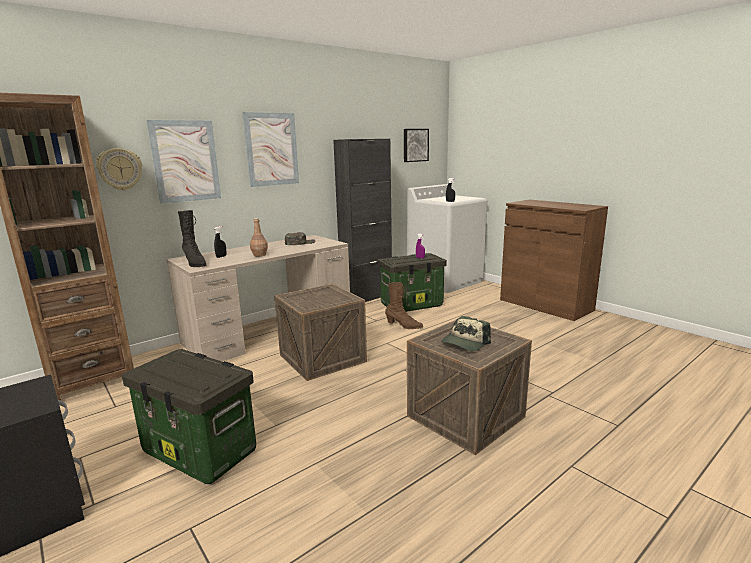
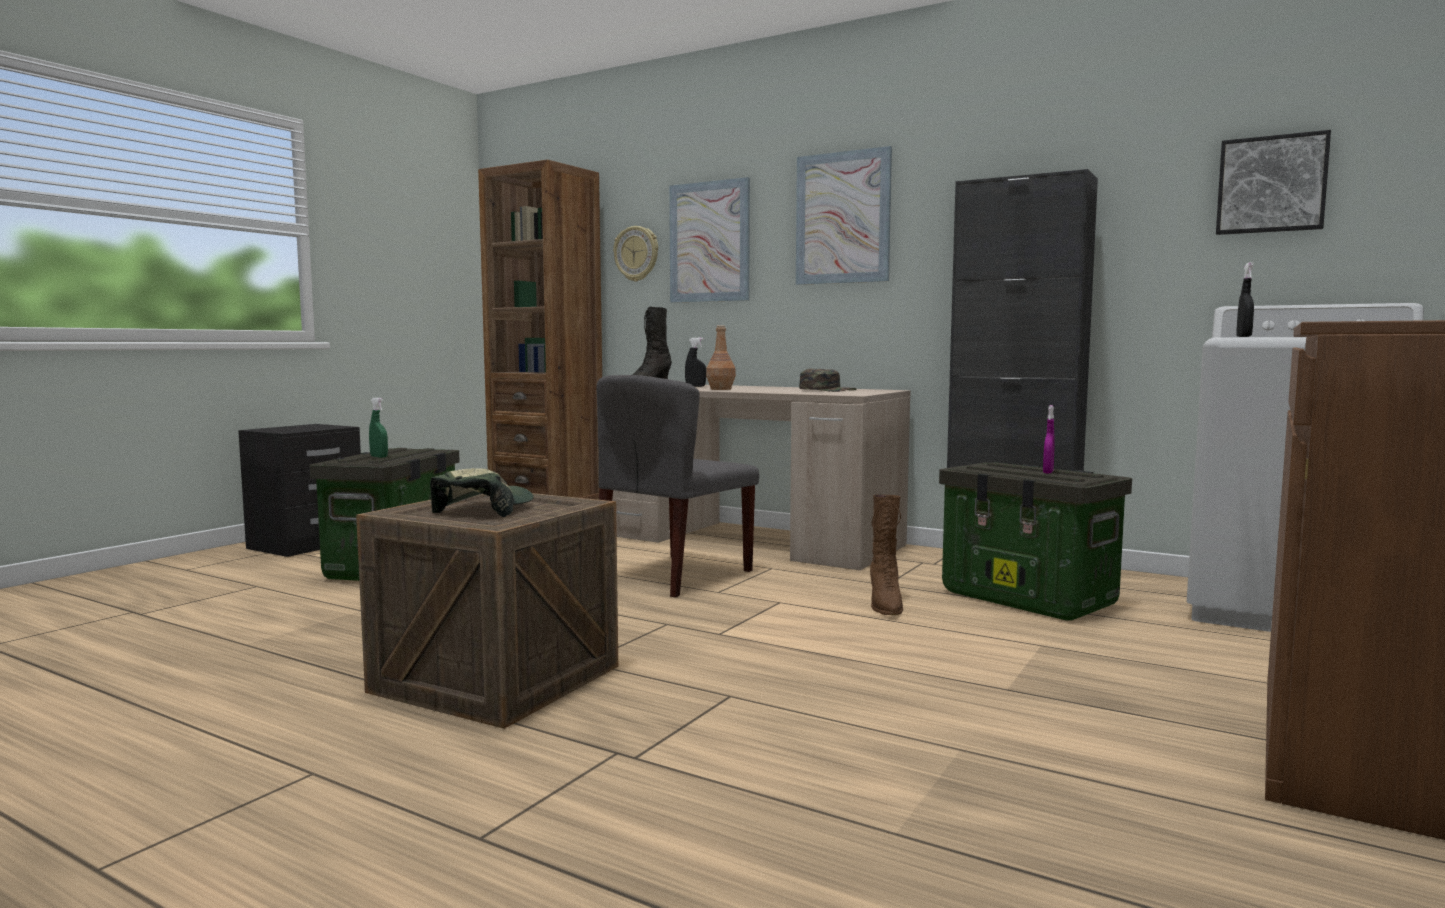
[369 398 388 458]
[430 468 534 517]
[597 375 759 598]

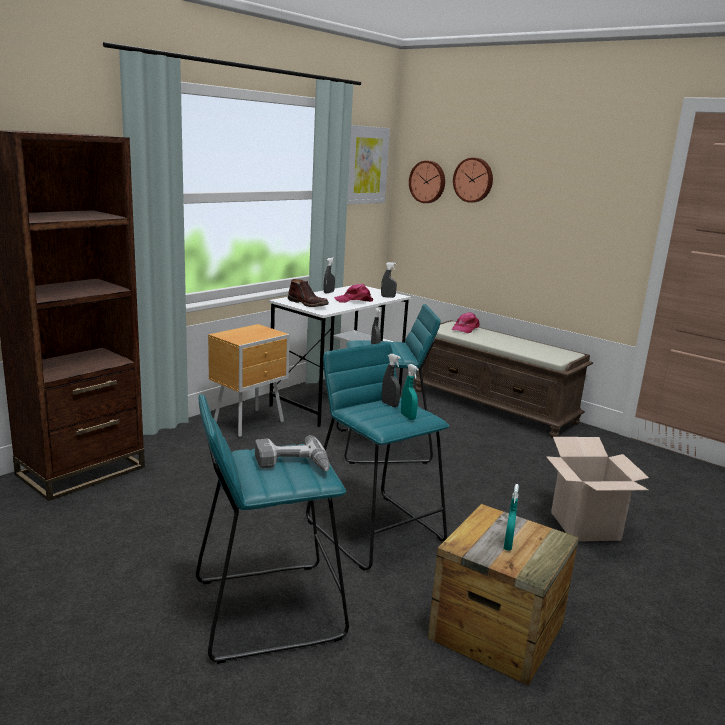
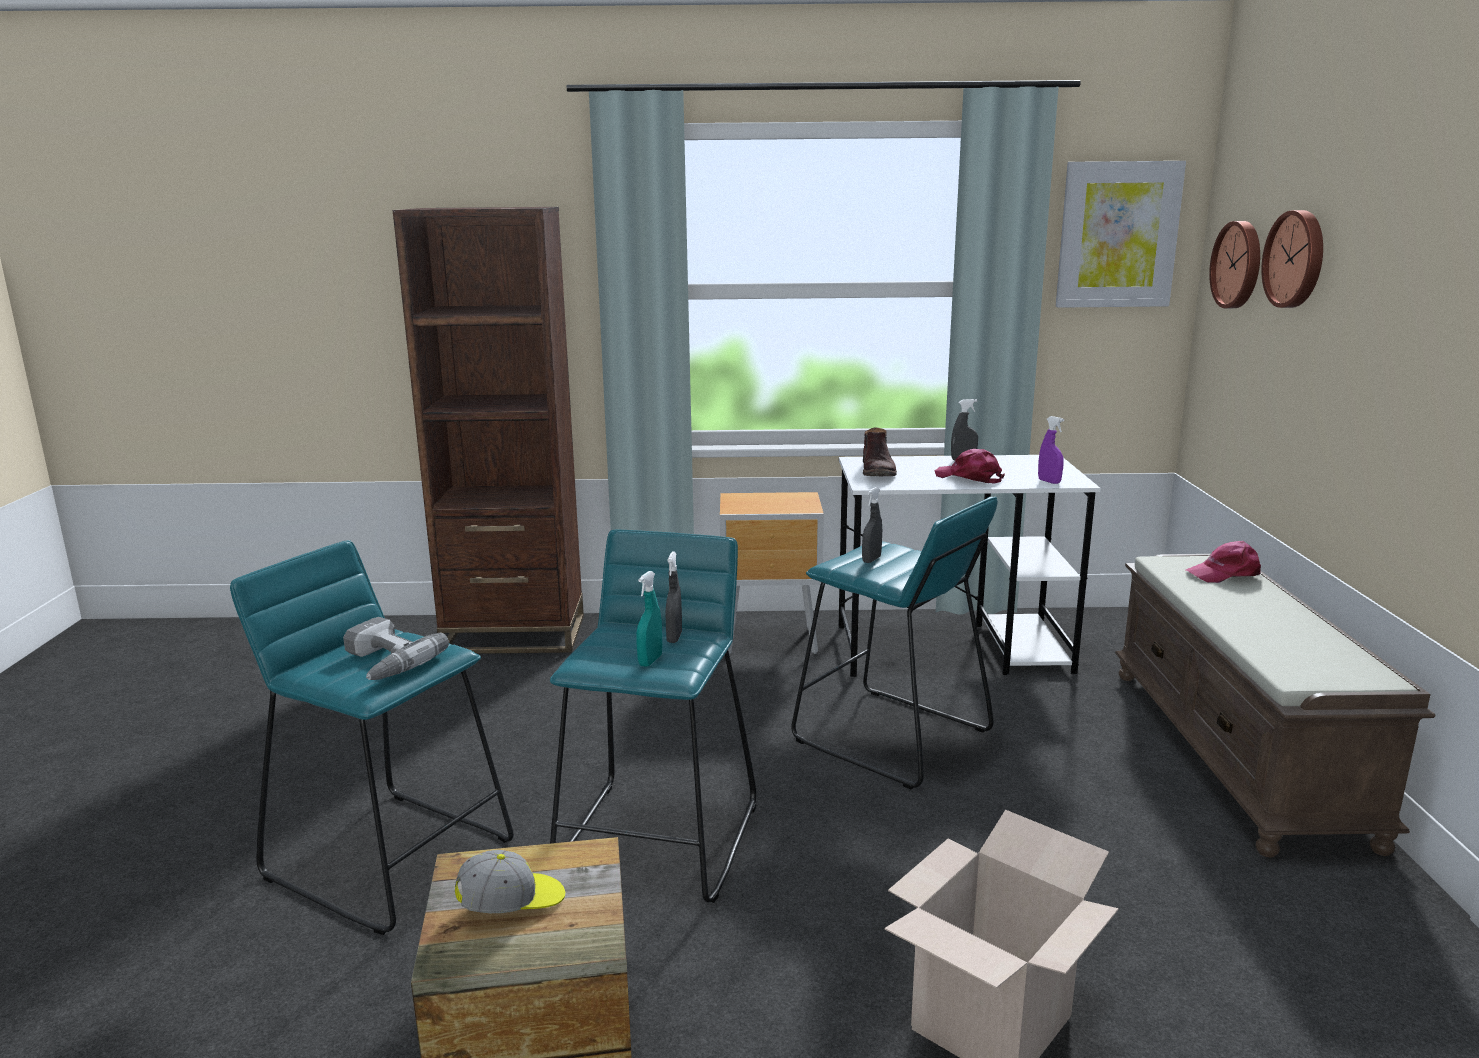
[455 850 565 913]
[1038 416 1064 484]

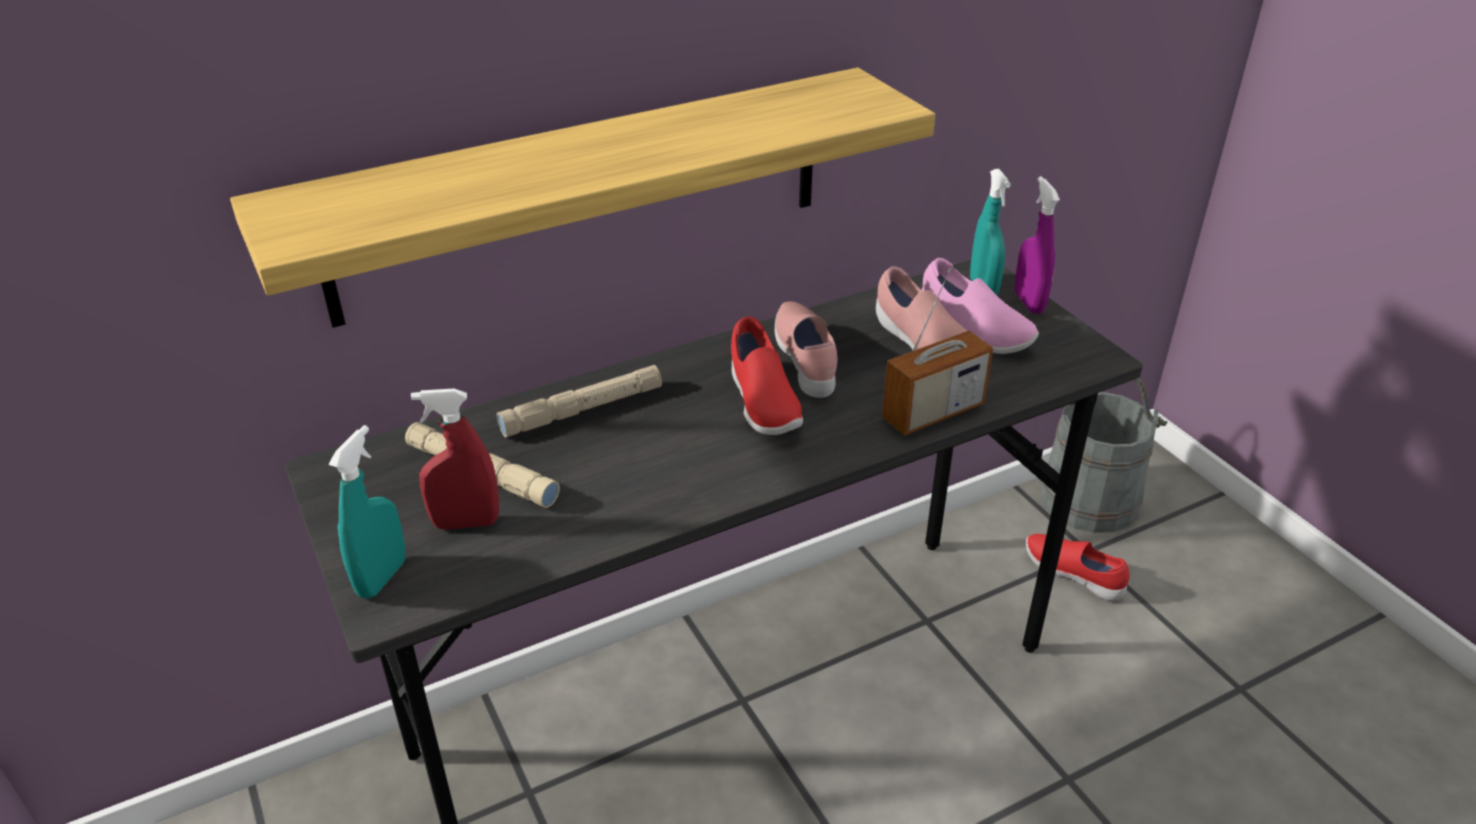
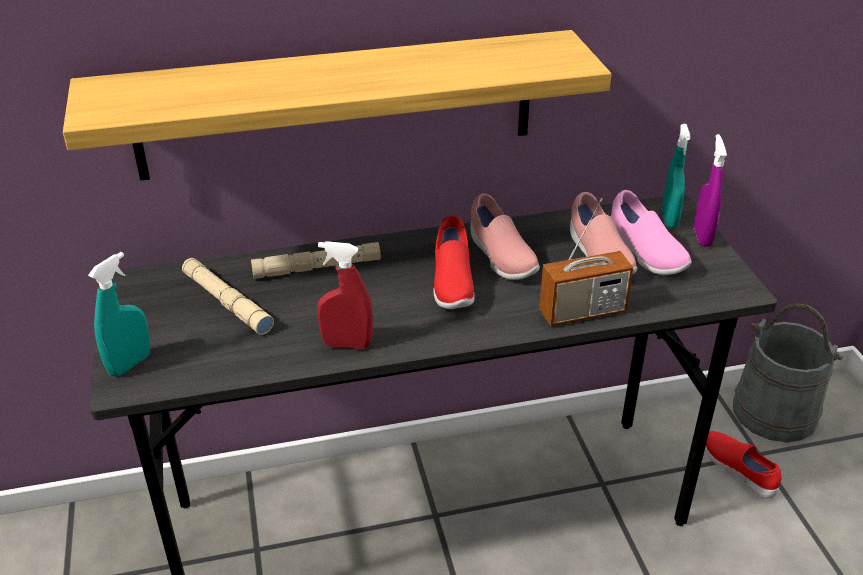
[317 241 373 349]
[470 193 540 280]

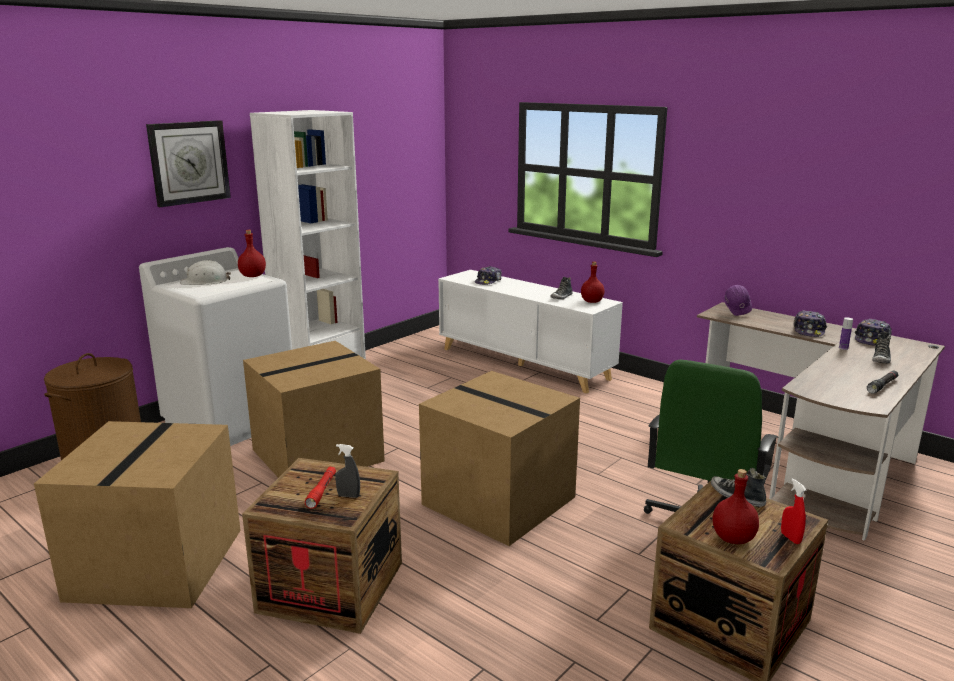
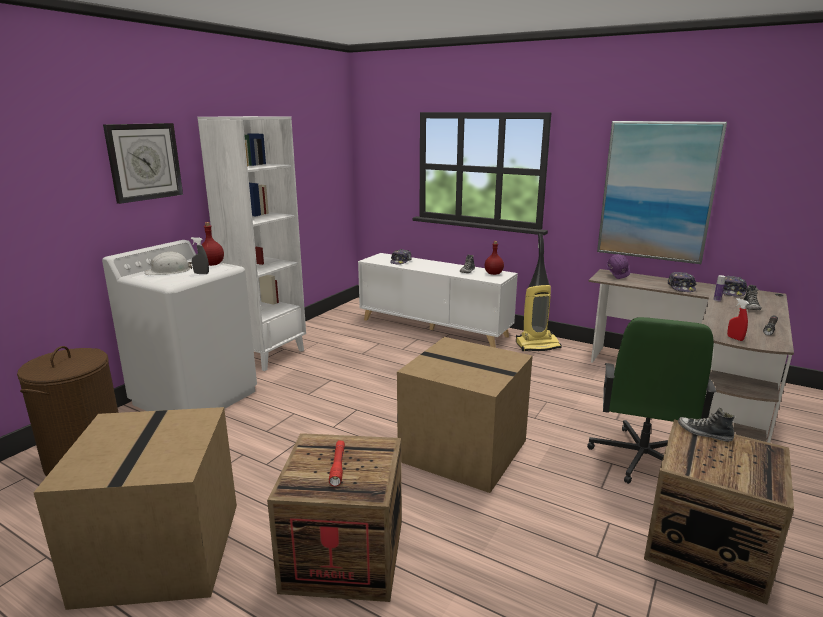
[191 237 209 274]
[516 234 562 351]
[597 121 727 264]
[727 298 749 341]
[243 341 385 478] (first image)
[713 469 759 544] (first image)

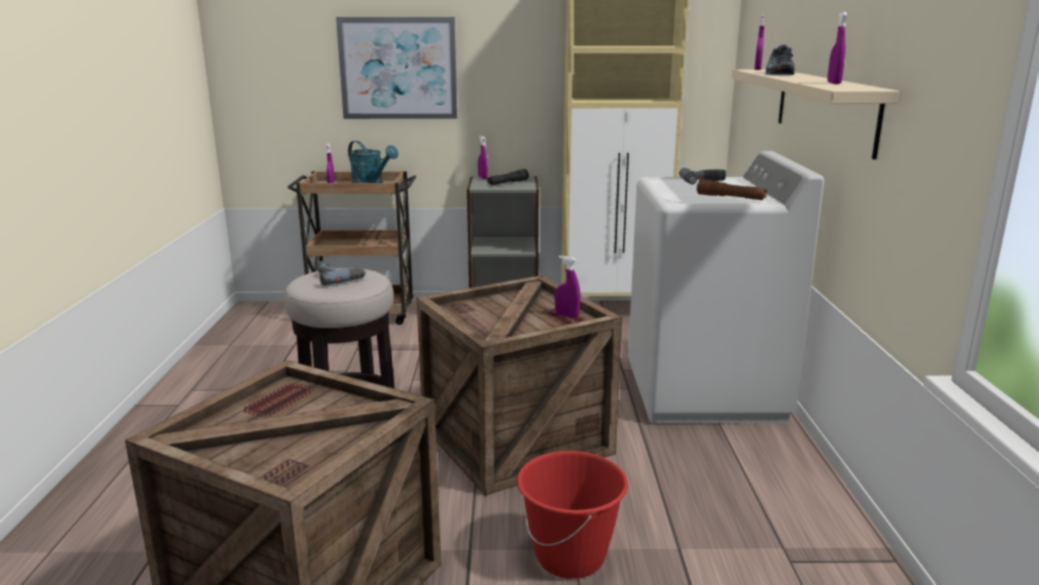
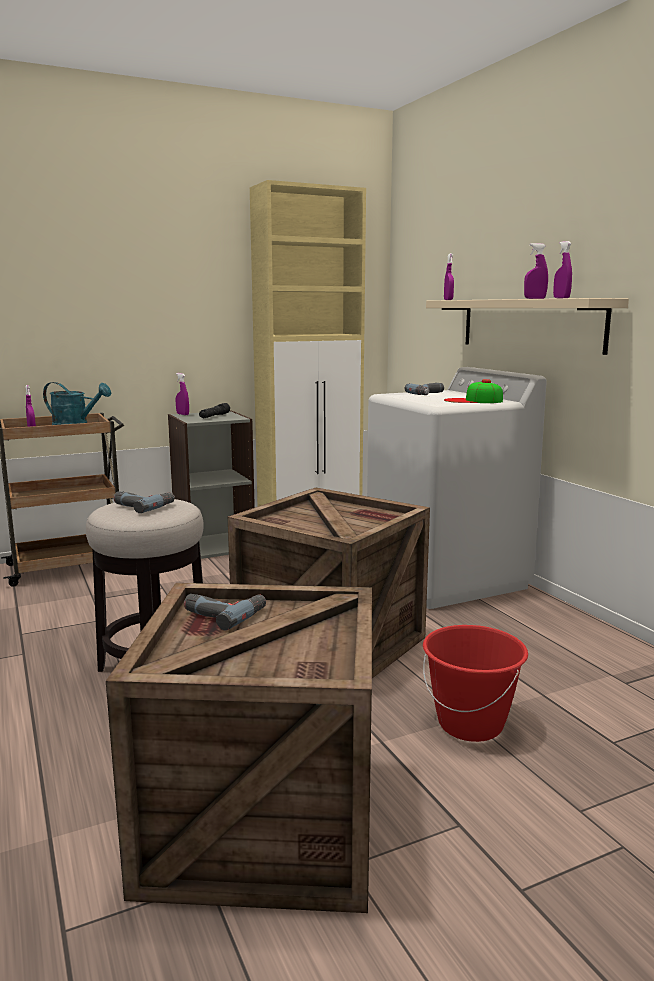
[184 594 266 630]
[444 379 503 403]
[524 243 548 299]
[336 17 457 119] (first image)
[765 44 795 75] (first image)

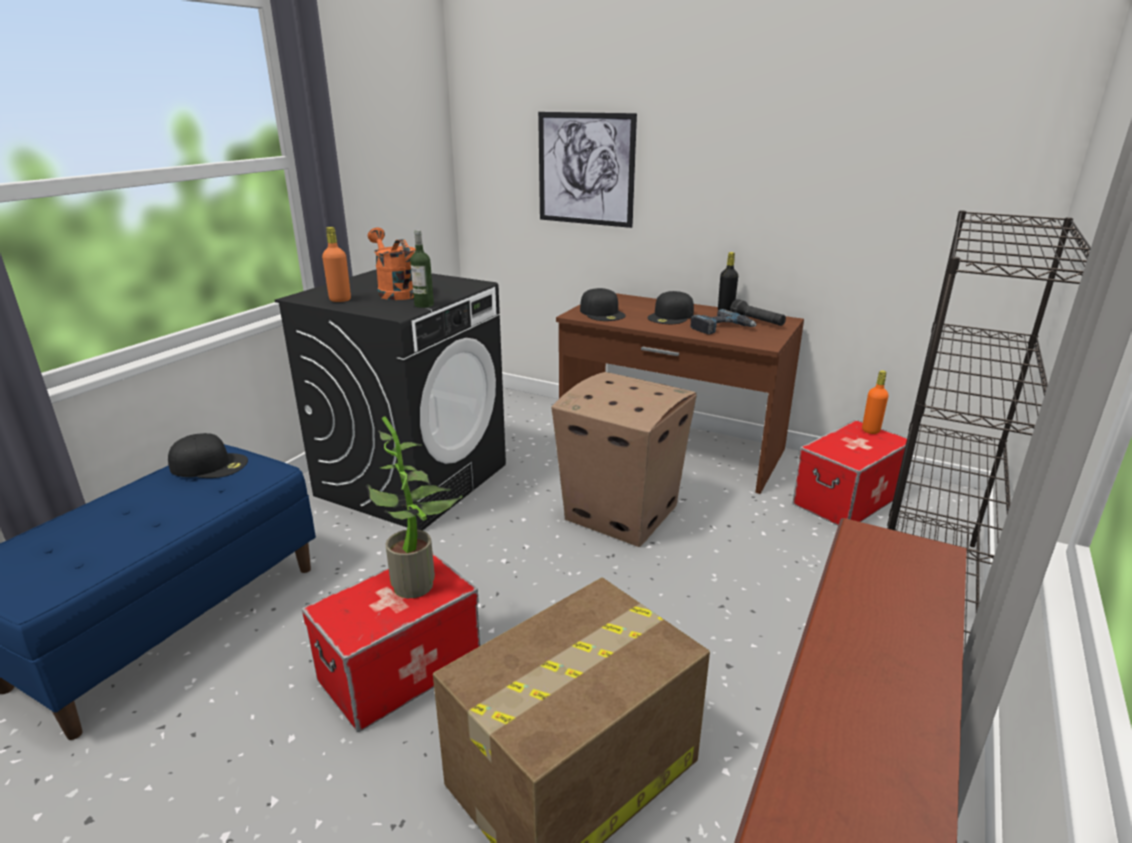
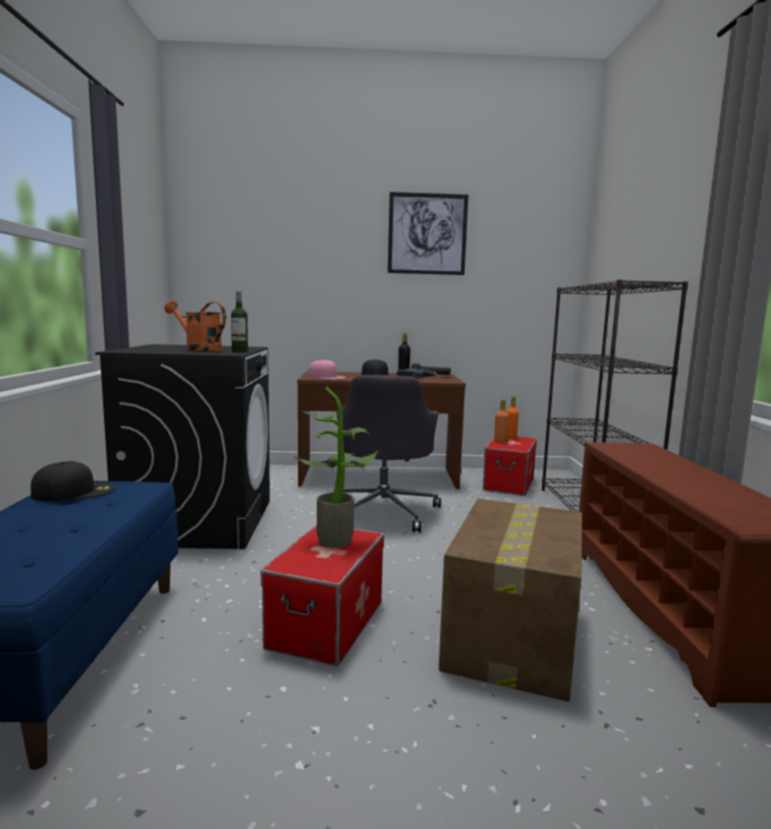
[308 359 346 380]
[337 375 441 532]
[388 192 468 275]
[494 399 509 443]

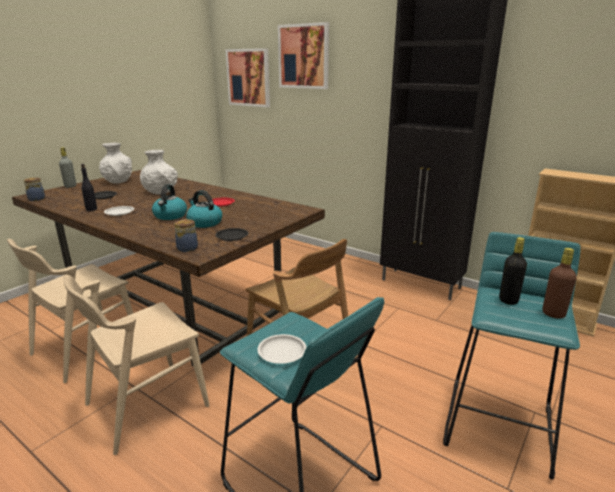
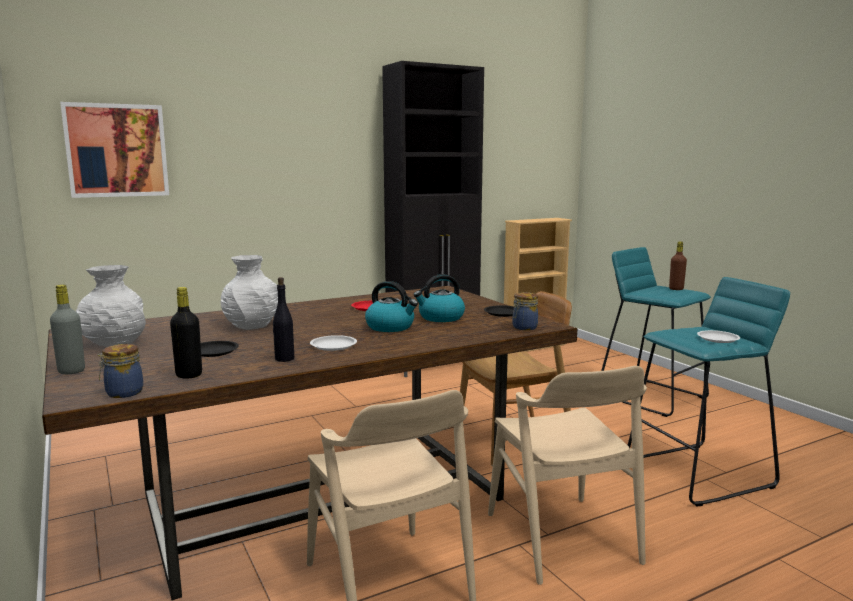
[170 287 202 379]
[278 22 329 89] (first image)

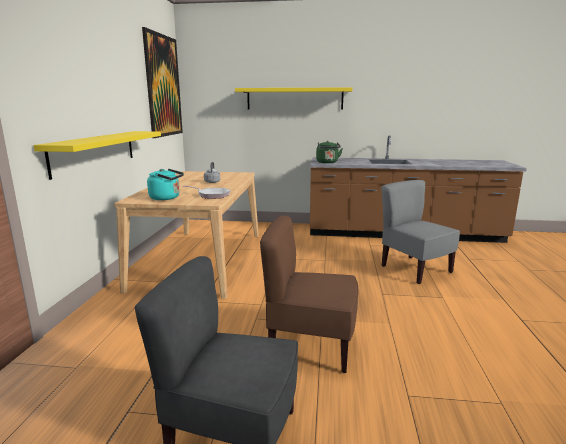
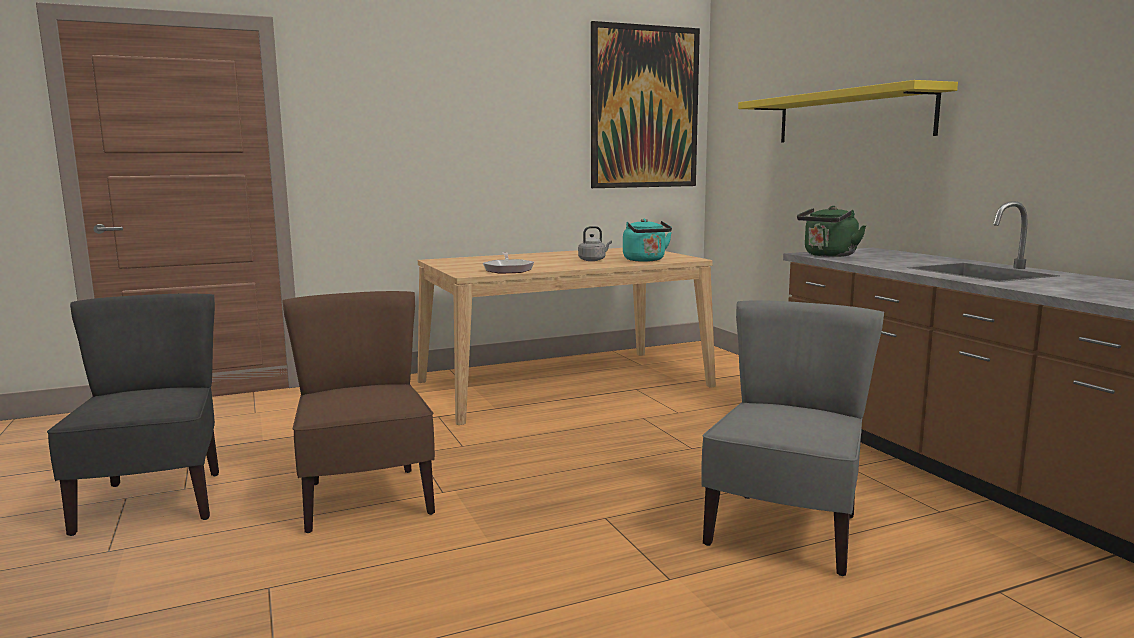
[623 219 672 262]
[34 131 161 180] (first image)

